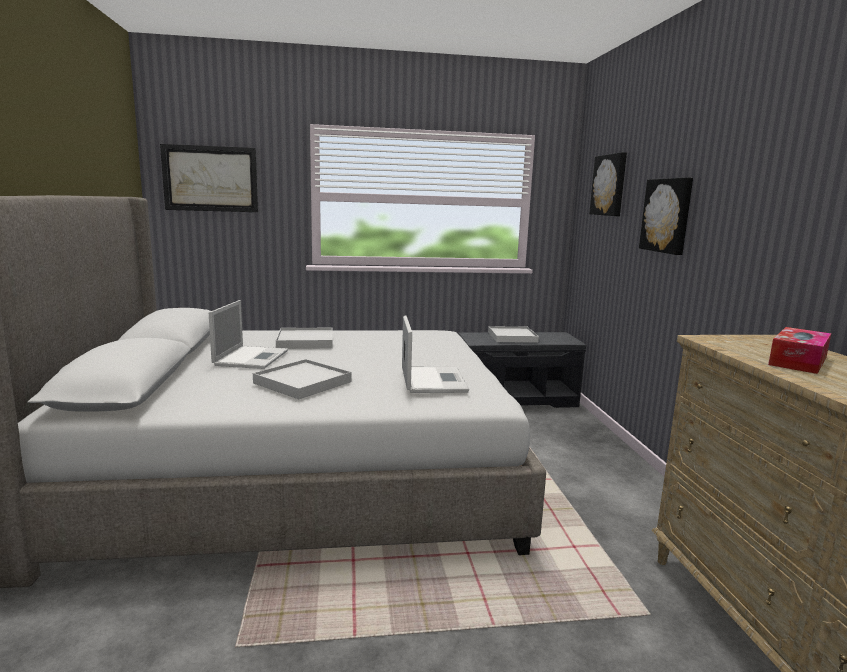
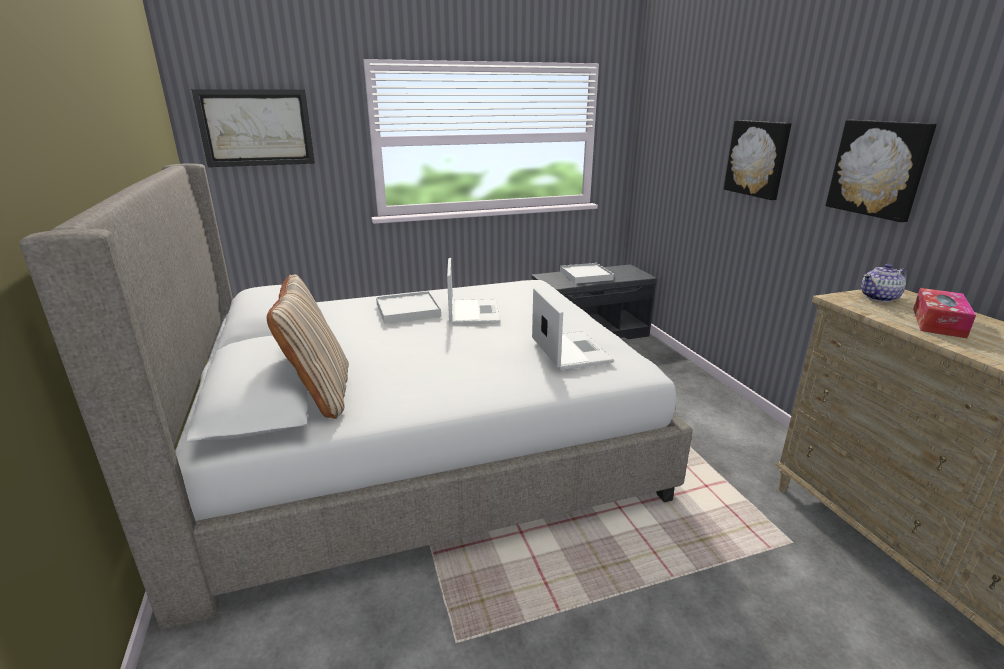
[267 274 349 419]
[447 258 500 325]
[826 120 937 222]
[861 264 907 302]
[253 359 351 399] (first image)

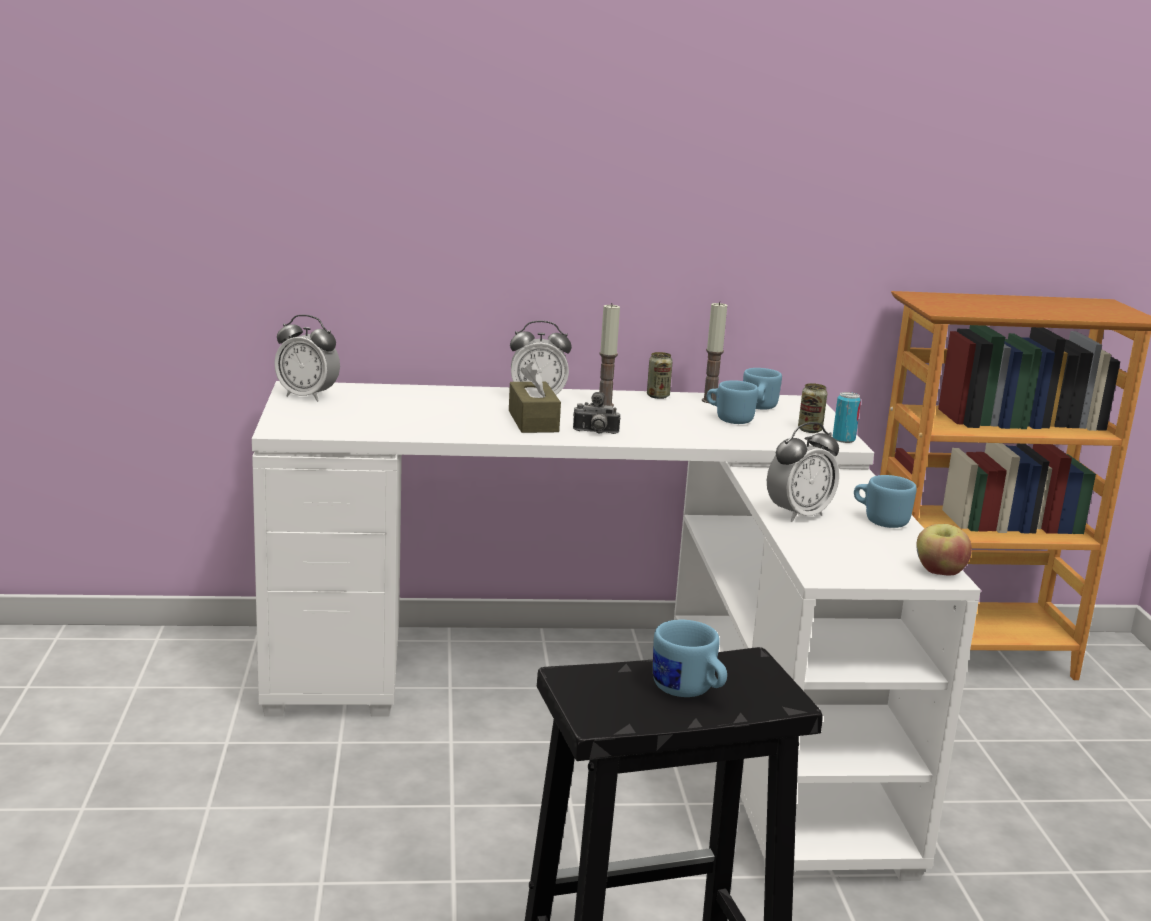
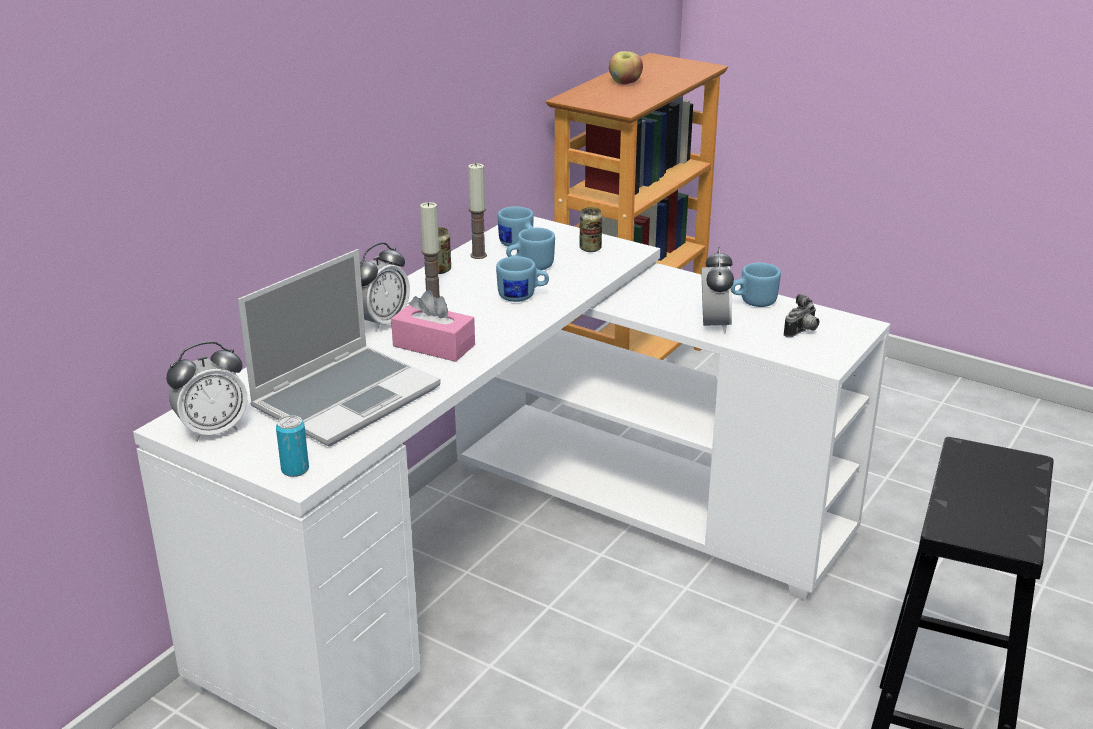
[238 249 441 446]
[276 415 309 477]
[391 290 475 362]
[496 256 549 302]
[609 51 643 85]
[784 294 819 337]

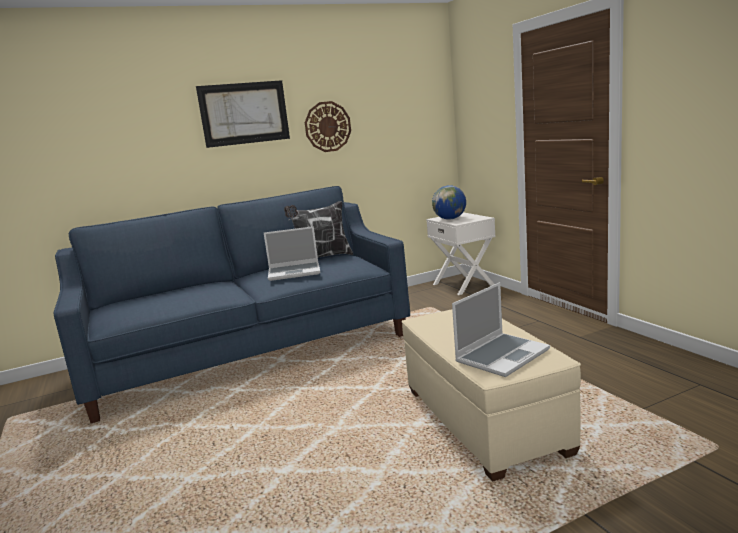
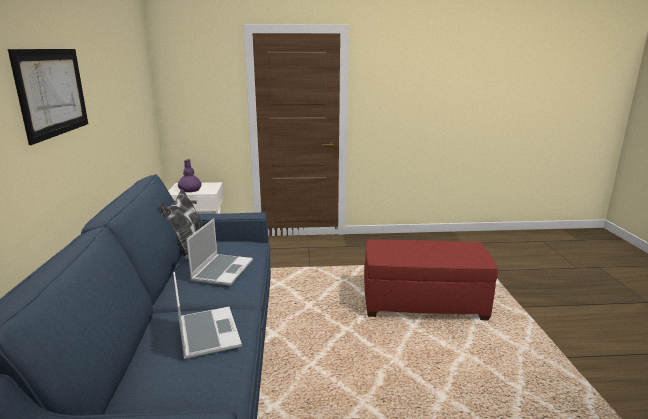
[173 272 242 359]
[178 160 202 192]
[364 239 498 320]
[305 101 351 152] (first image)

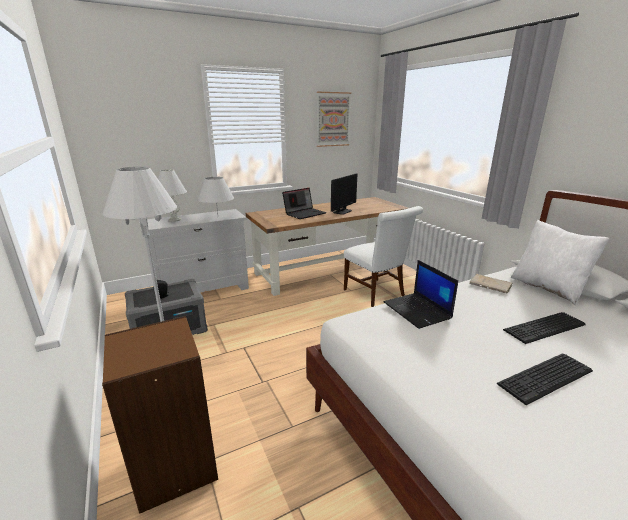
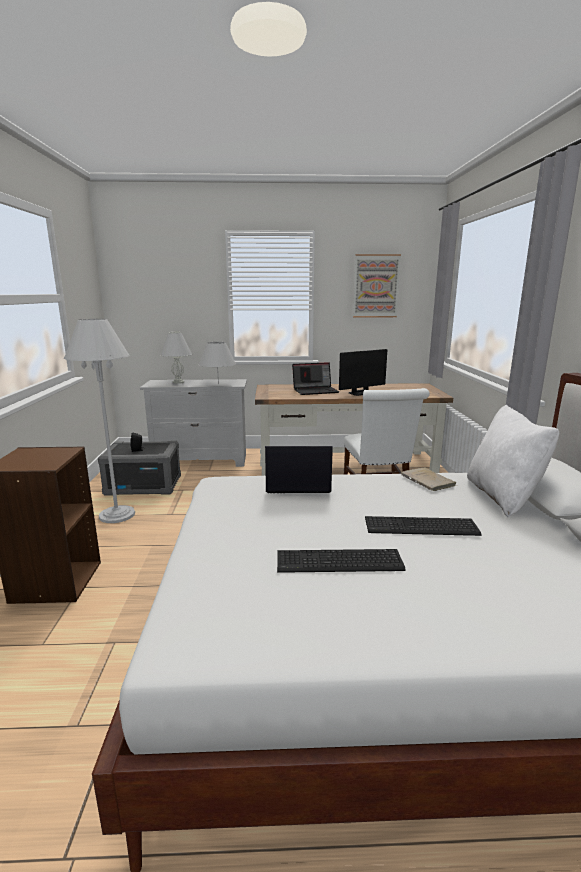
[265 446 333 493]

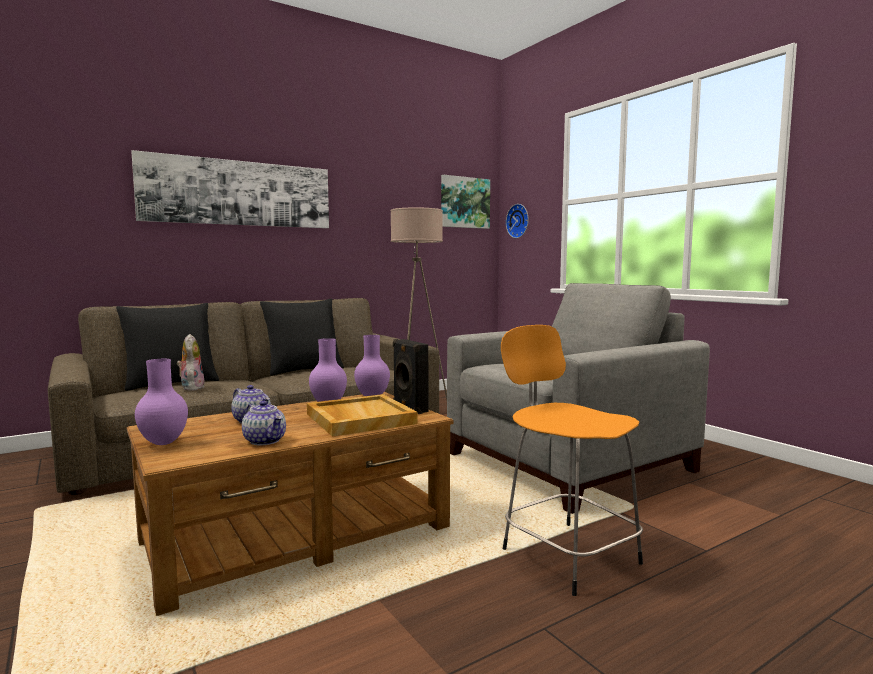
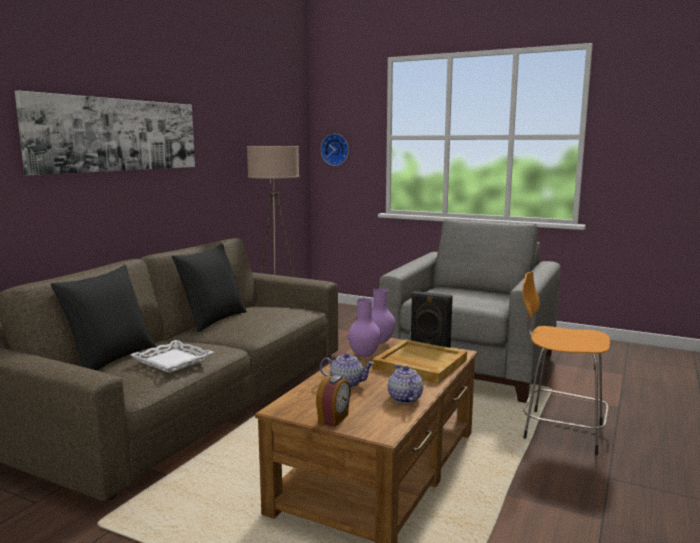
[131 340 214 373]
[316 375 351 427]
[388 365 423 404]
[441 175 490 229] (first image)

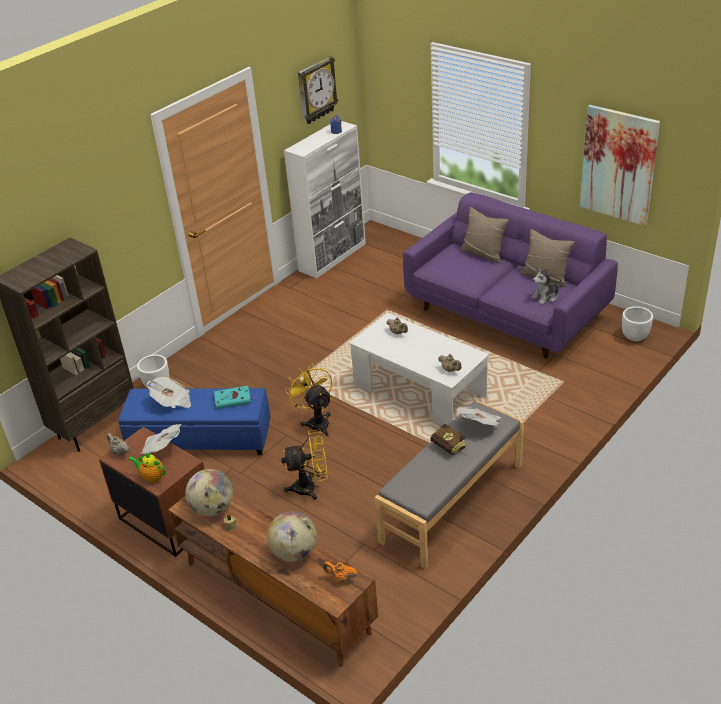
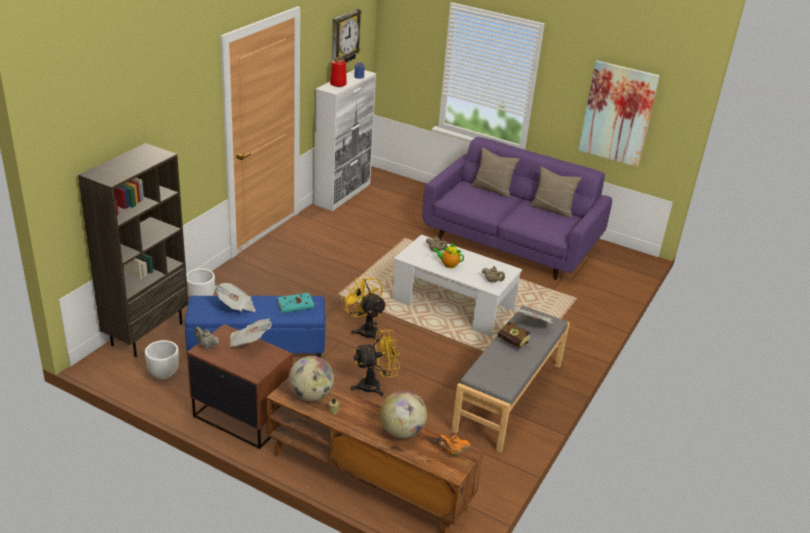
[145 340 179 379]
[330 57 347 87]
[432 243 464 268]
[531 267 561 305] (first image)

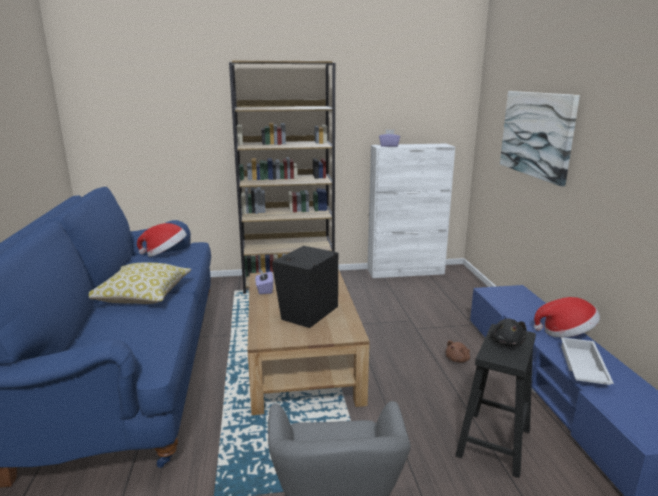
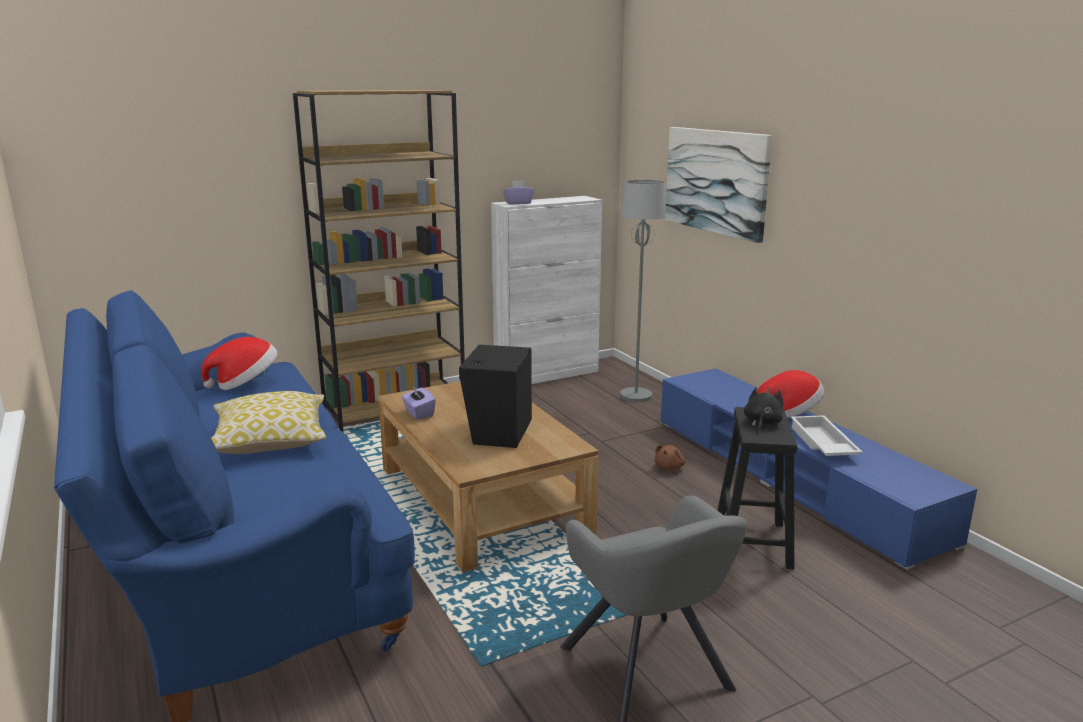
[620 180 666 402]
[744 387 783 432]

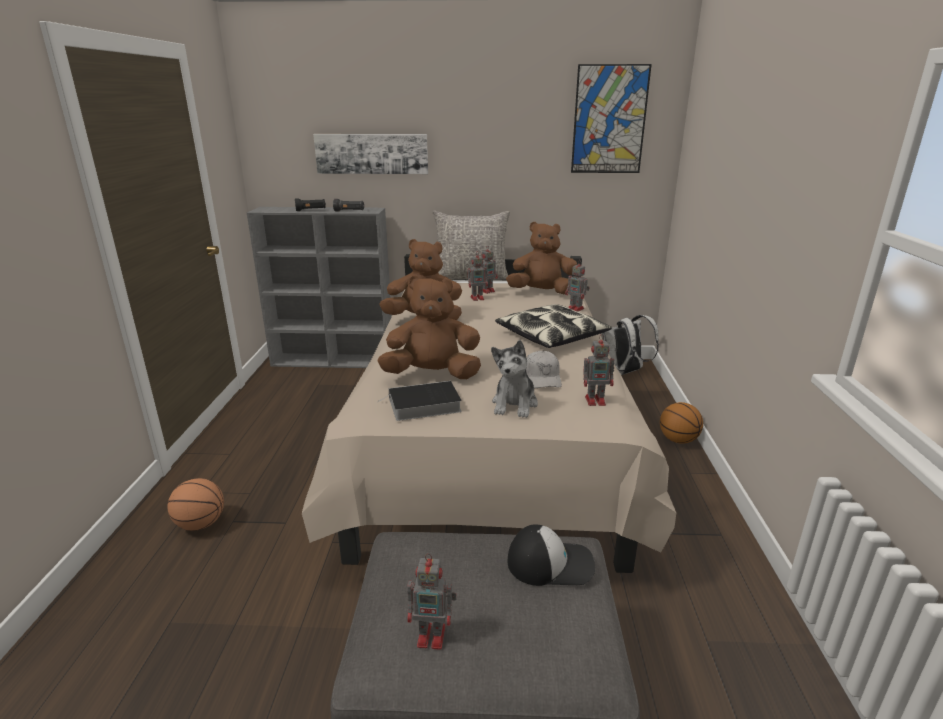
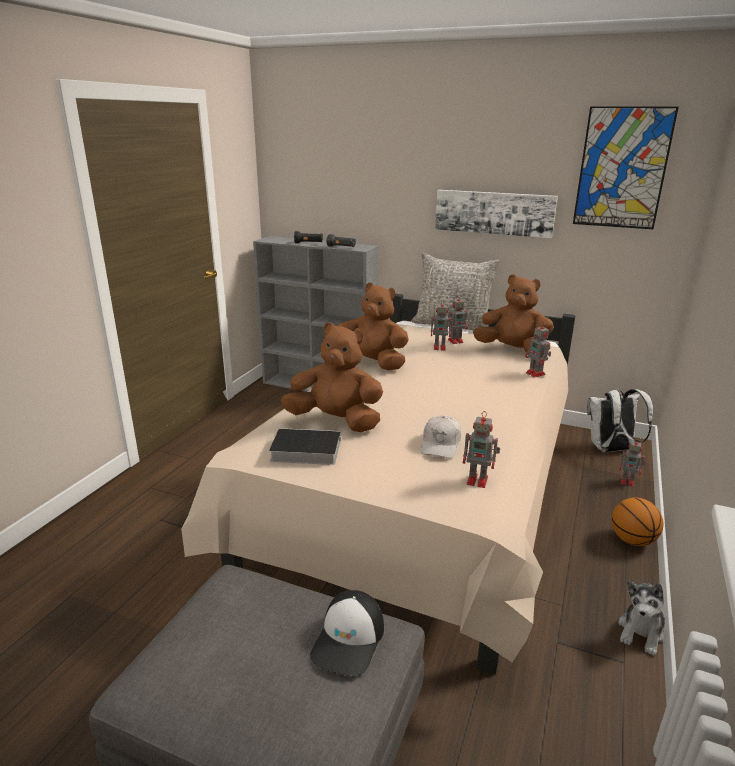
[310 590 384 676]
[435 190 558 238]
[618 581 665 656]
[619 438 645 487]
[167 478 224 531] (first image)
[495 304 612 348] (first image)

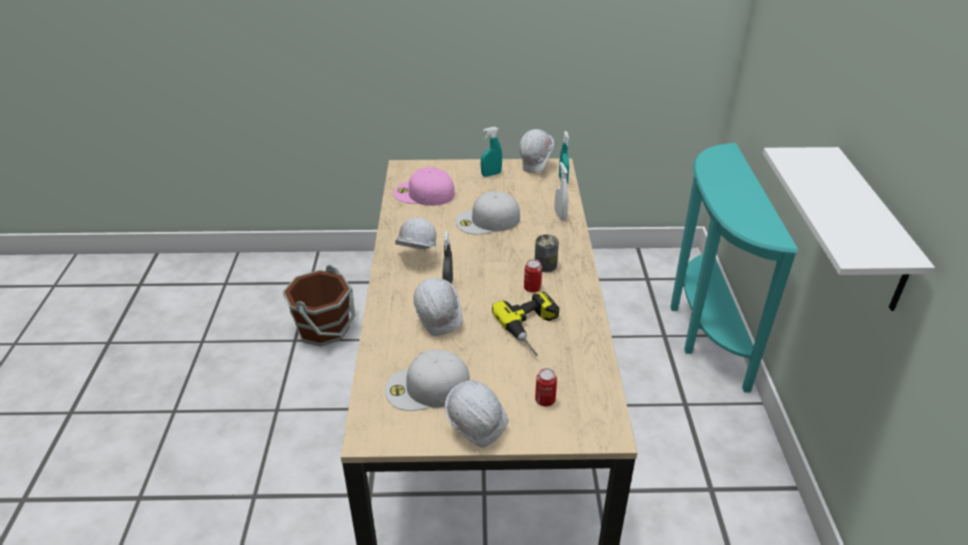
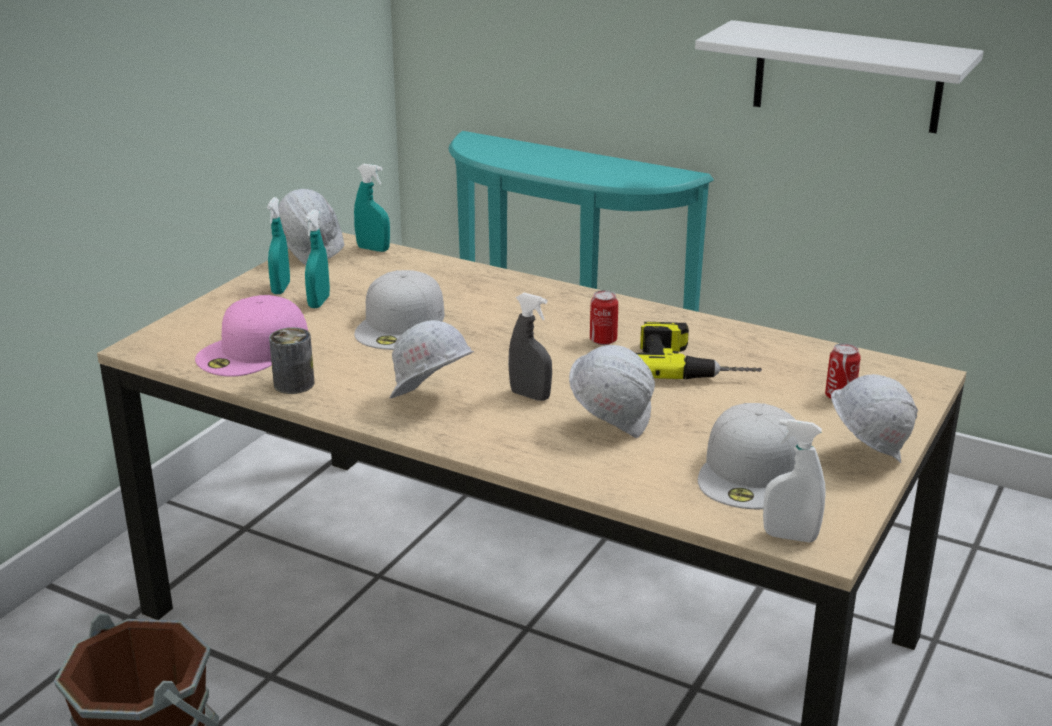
[269 327 315 394]
[305 209 330 308]
[763 419 826 543]

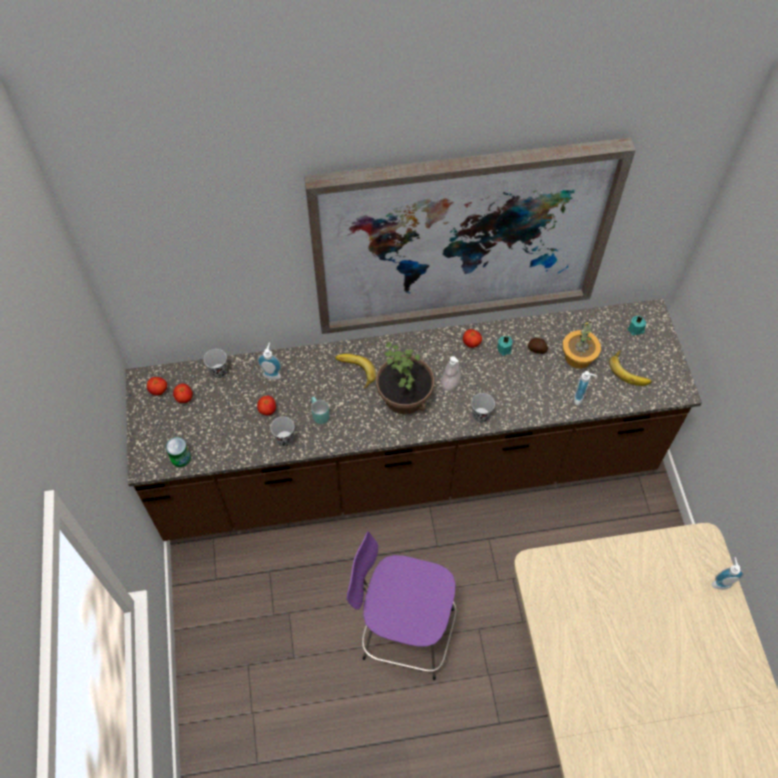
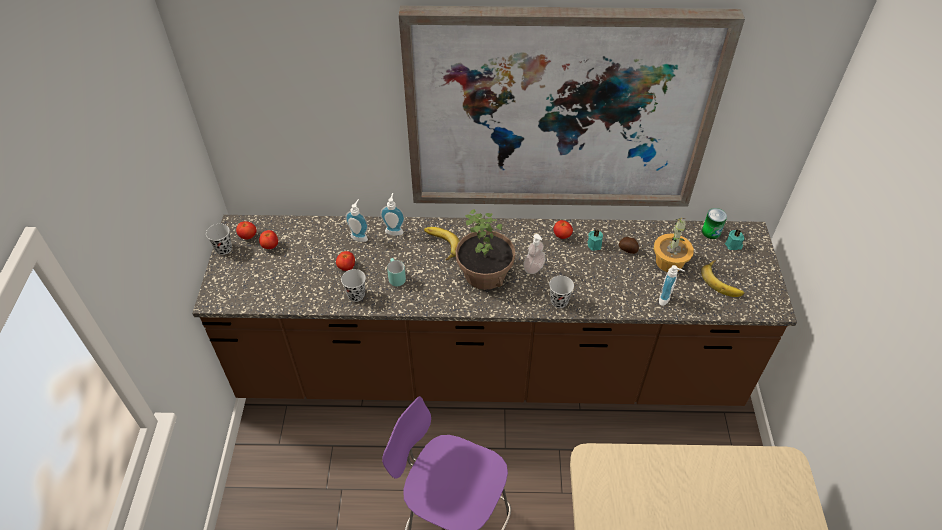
[206 224 232 255]
[380 193 405 236]
[702 208 727 239]

